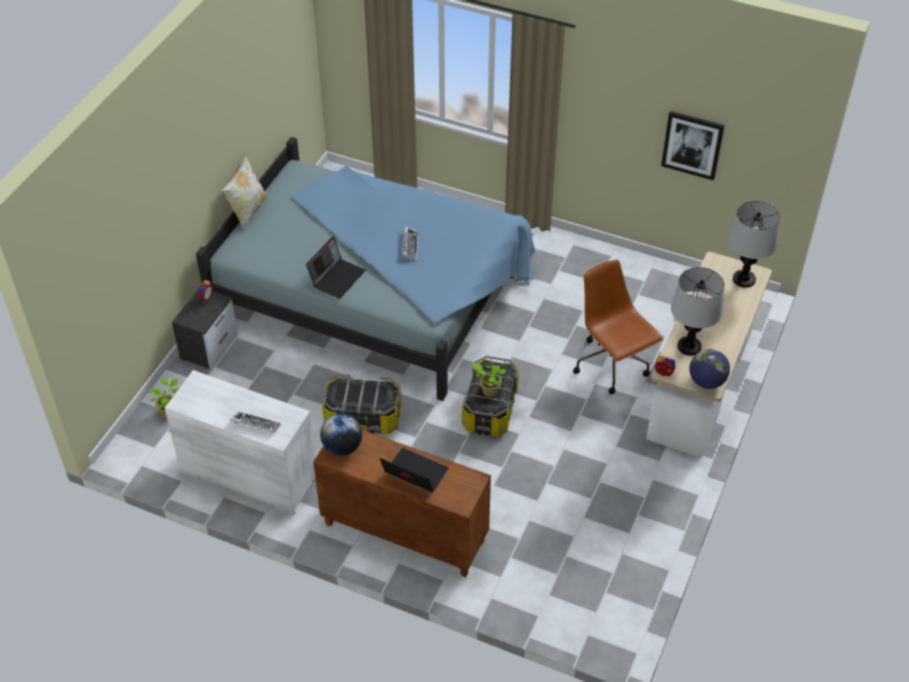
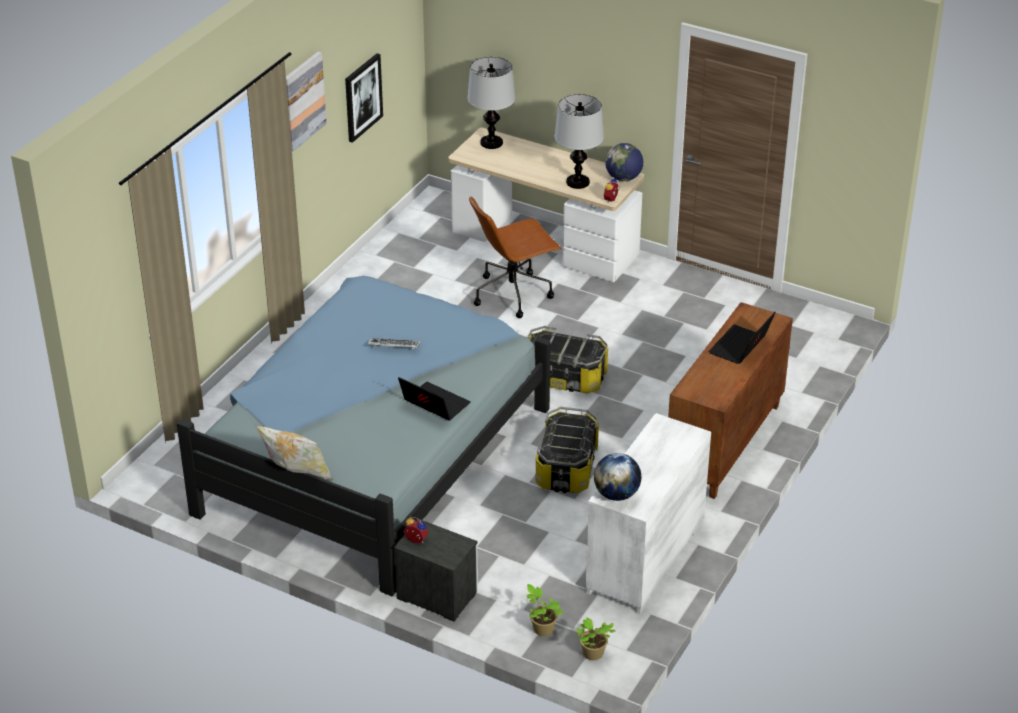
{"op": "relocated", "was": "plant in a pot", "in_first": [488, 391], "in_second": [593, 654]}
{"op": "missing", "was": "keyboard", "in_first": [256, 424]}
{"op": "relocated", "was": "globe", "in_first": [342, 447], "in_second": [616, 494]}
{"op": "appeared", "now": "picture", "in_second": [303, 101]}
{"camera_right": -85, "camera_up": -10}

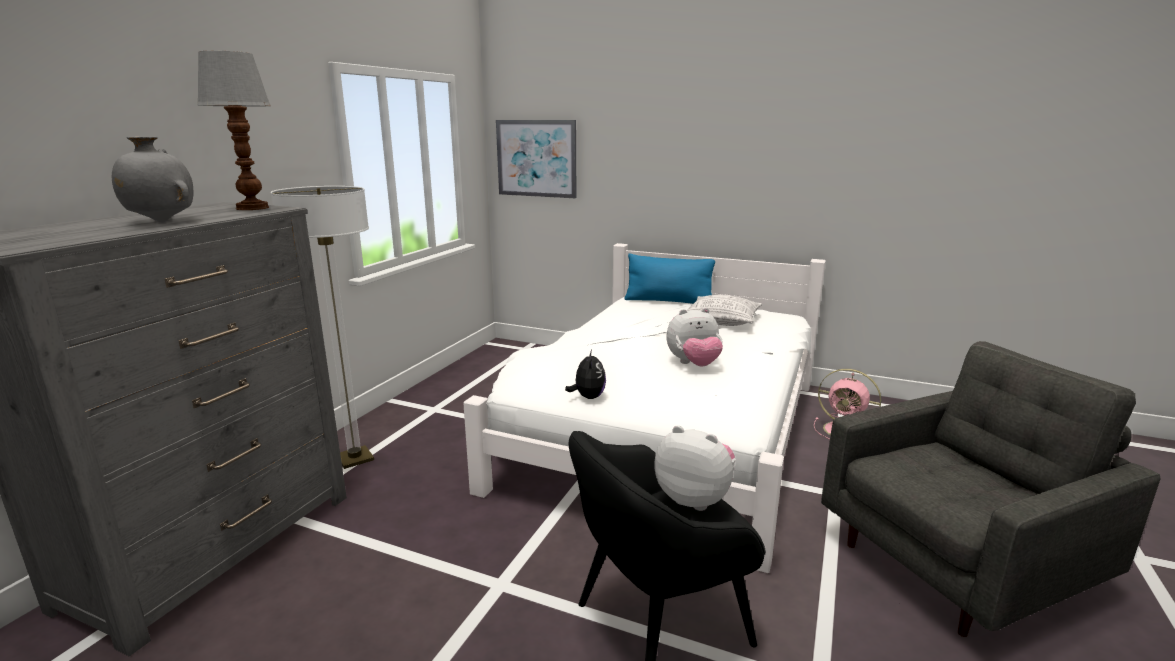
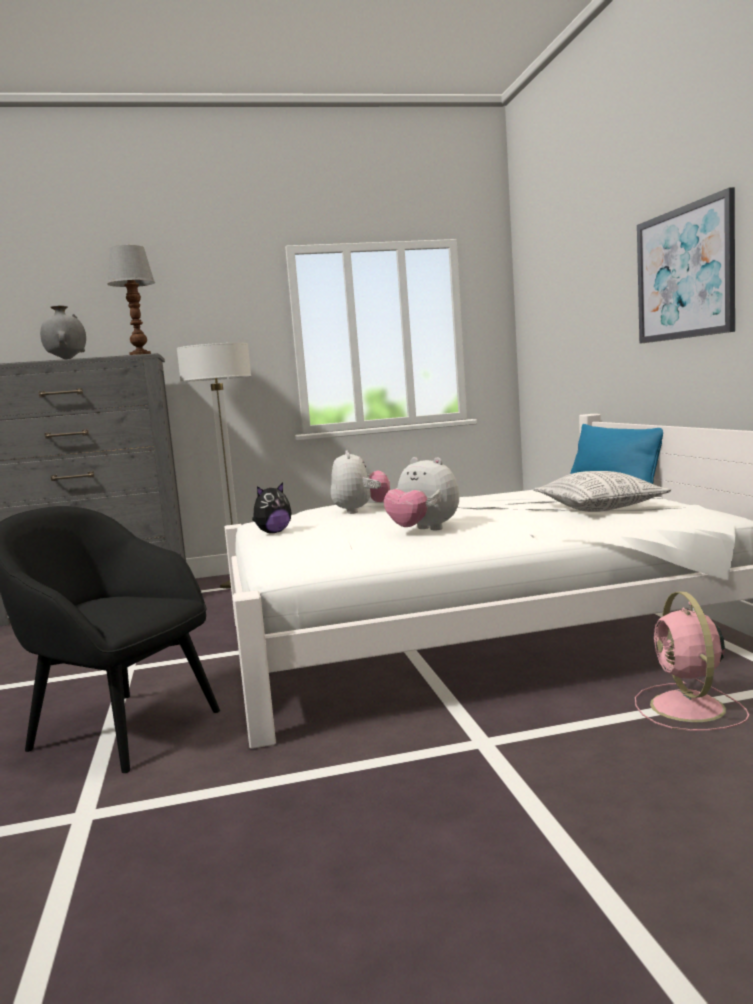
{"op": "relocated", "was": "picture", "in_first": [536, 158], "in_second": [684, 273]}
{"op": "missing", "was": "armchair (grey)", "in_first": [958, 565]}
{"op": "relocated", "was": "cuddly toy", "in_first": [695, 498], "in_second": [360, 511]}
{"camera_right": 55, "camera_up": -10}

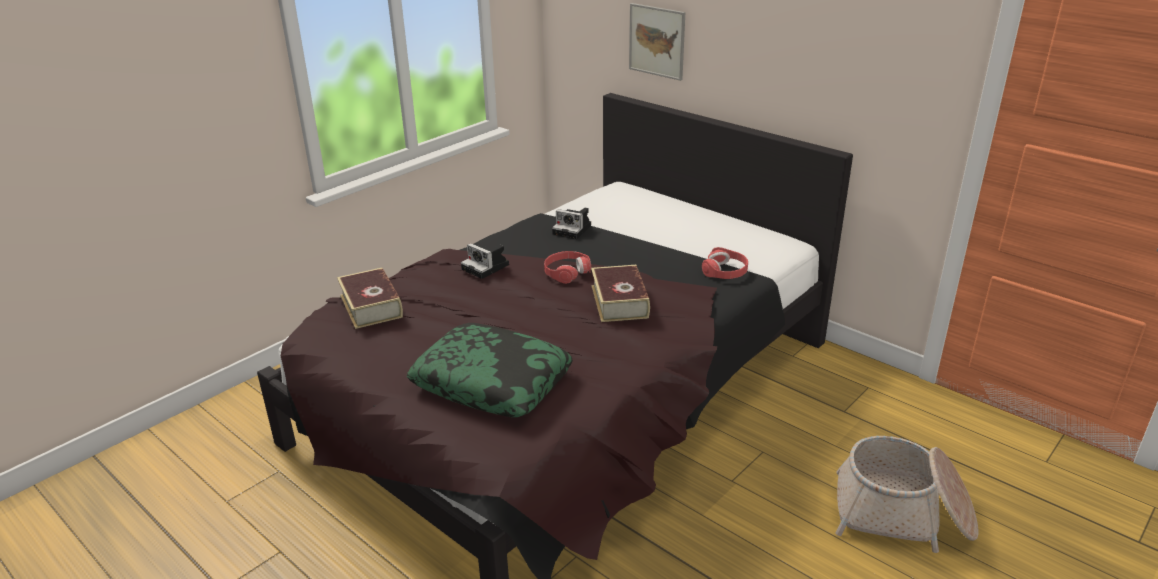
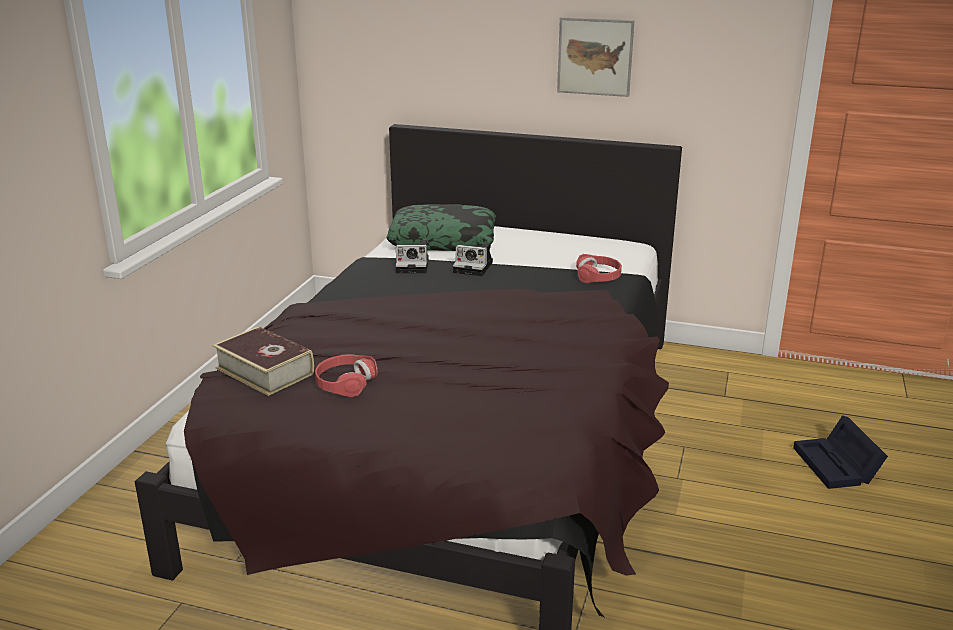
{"op": "relocated", "was": "picture", "in_first": [657, 41], "in_second": [595, 56]}
{"op": "relocated", "was": "still camera", "in_first": [487, 267], "in_second": [475, 267]}
{"op": "relocated", "was": "headset (red)", "in_first": [567, 272], "in_second": [345, 383]}
{"op": "missing", "was": "bound book", "in_first": [619, 301]}
{"op": "relocated", "was": "throw pillow", "in_first": [492, 382], "in_second": [443, 240]}
{"op": "exchanged", "was": "household basket", "now": "storage container (blackish)", "in_first": [902, 514], "in_second": [838, 466]}
{"camera_right": -25, "camera_up": -5}

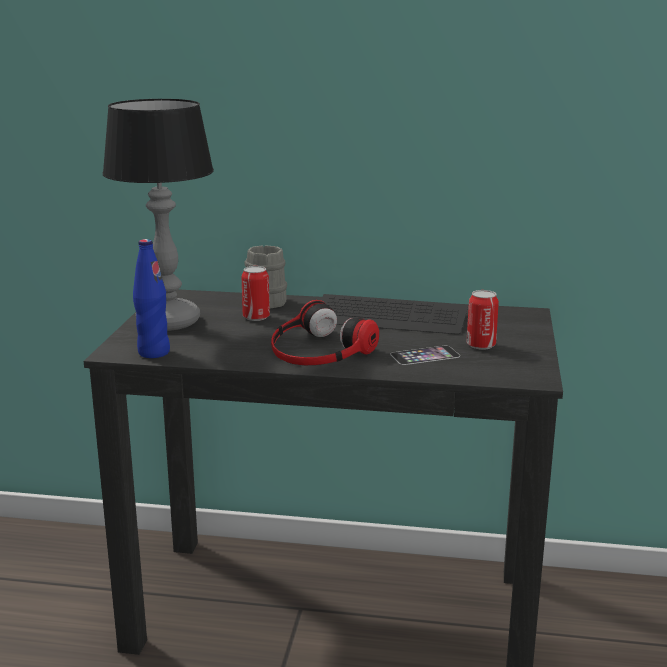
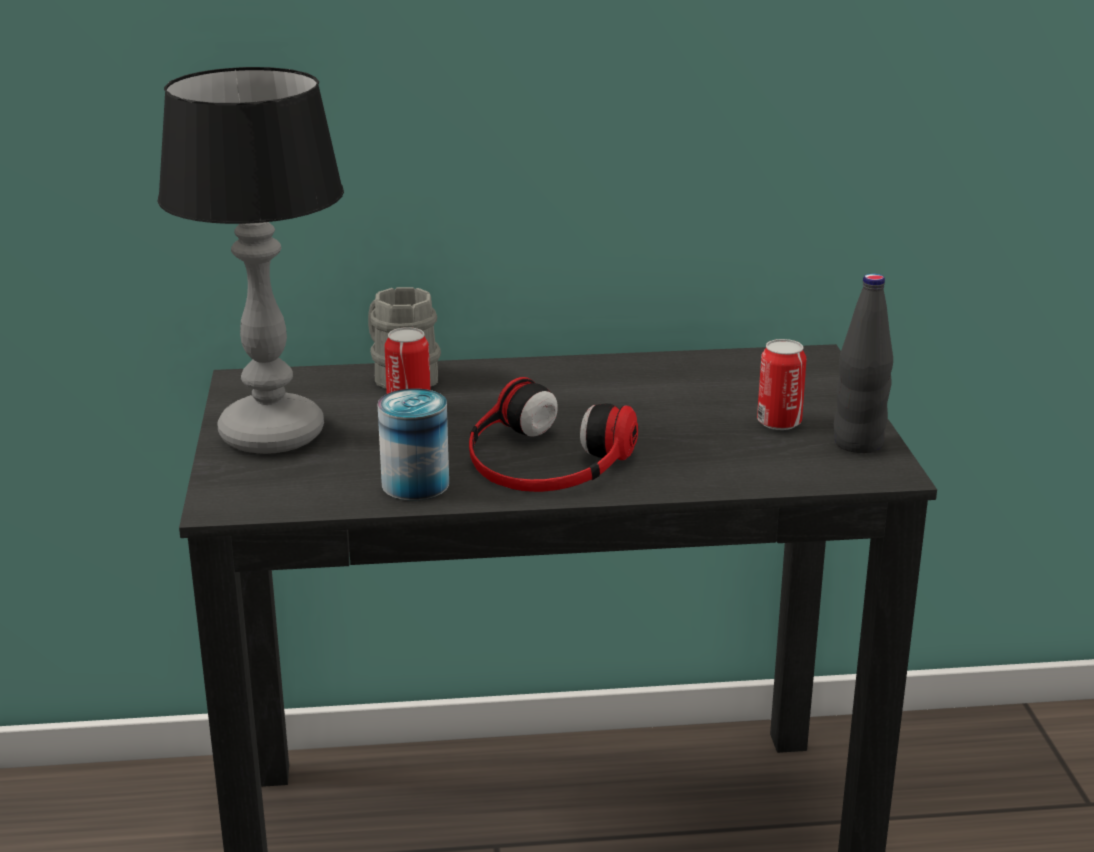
{"op": "missing", "was": "bottle (blue)", "in_first": [153, 352]}
{"op": "missing", "was": "keyboard", "in_first": [390, 318]}
{"op": "missing", "was": "phone", "in_first": [425, 355]}
{"op": "appeared", "now": "bottle (blackish)", "in_second": [858, 443]}
{"op": "appeared", "now": "metal can", "in_second": [415, 484]}
{"camera_right": -15, "camera_up": 5}

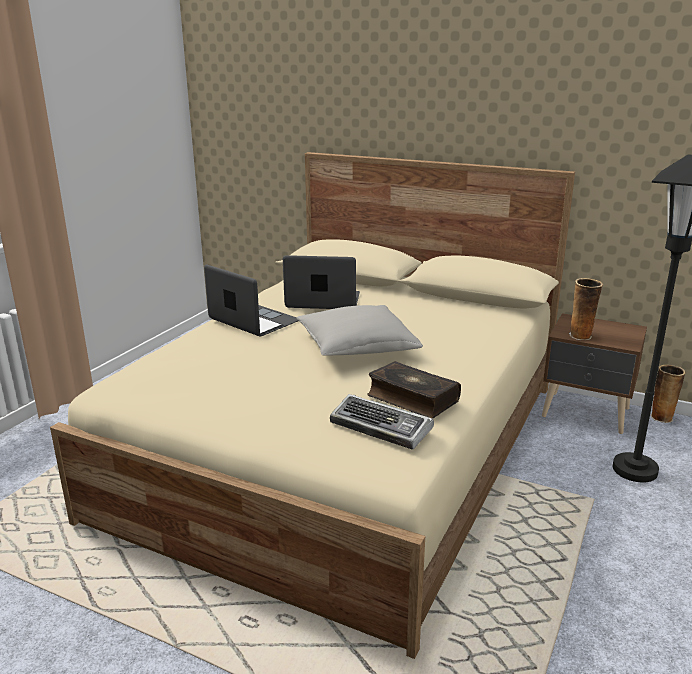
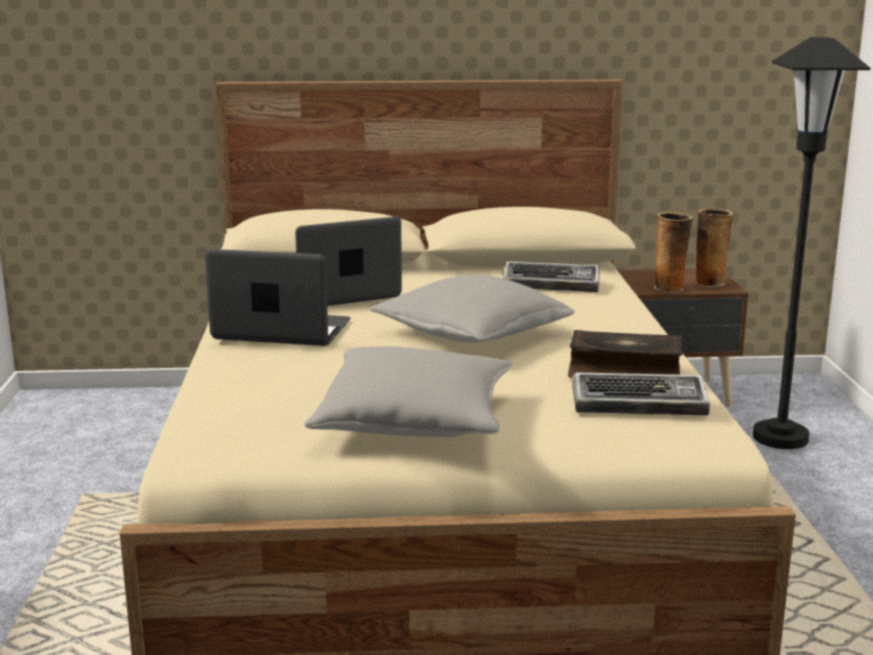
{"op": "relocated", "was": "decorative vase", "in_first": [662, 417], "in_second": [709, 283]}
{"op": "appeared", "now": "keyboard", "in_second": [552, 285]}
{"op": "appeared", "now": "throw pillow (grey)", "in_second": [415, 421]}
{"camera_right": -30, "camera_up": -5}

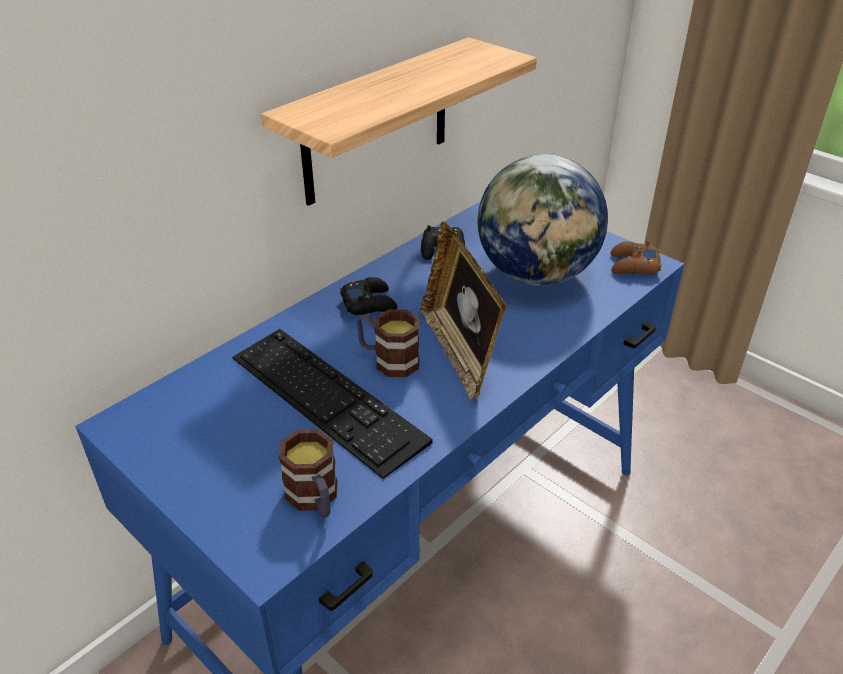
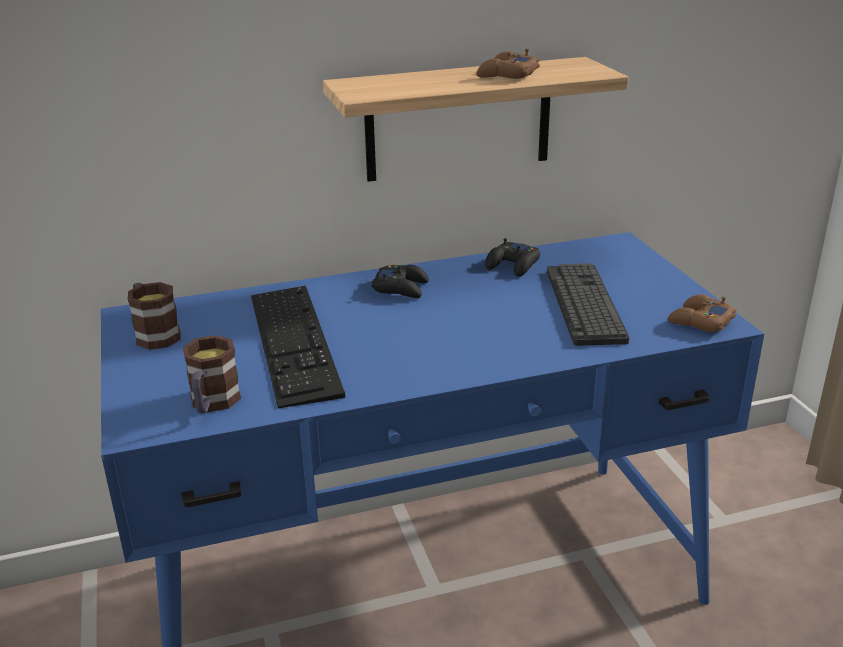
{"op": "exchanged", "was": "globe", "now": "keyboard", "in_first": [536, 274], "in_second": [584, 304]}
{"op": "missing", "was": "standing frame", "in_first": [459, 352]}
{"op": "relocated", "was": "tea mug", "in_first": [388, 360], "in_second": [154, 334]}
{"op": "appeared", "now": "gamepad (brownish)", "in_second": [507, 75]}
{"camera_right": 30, "camera_up": -10}

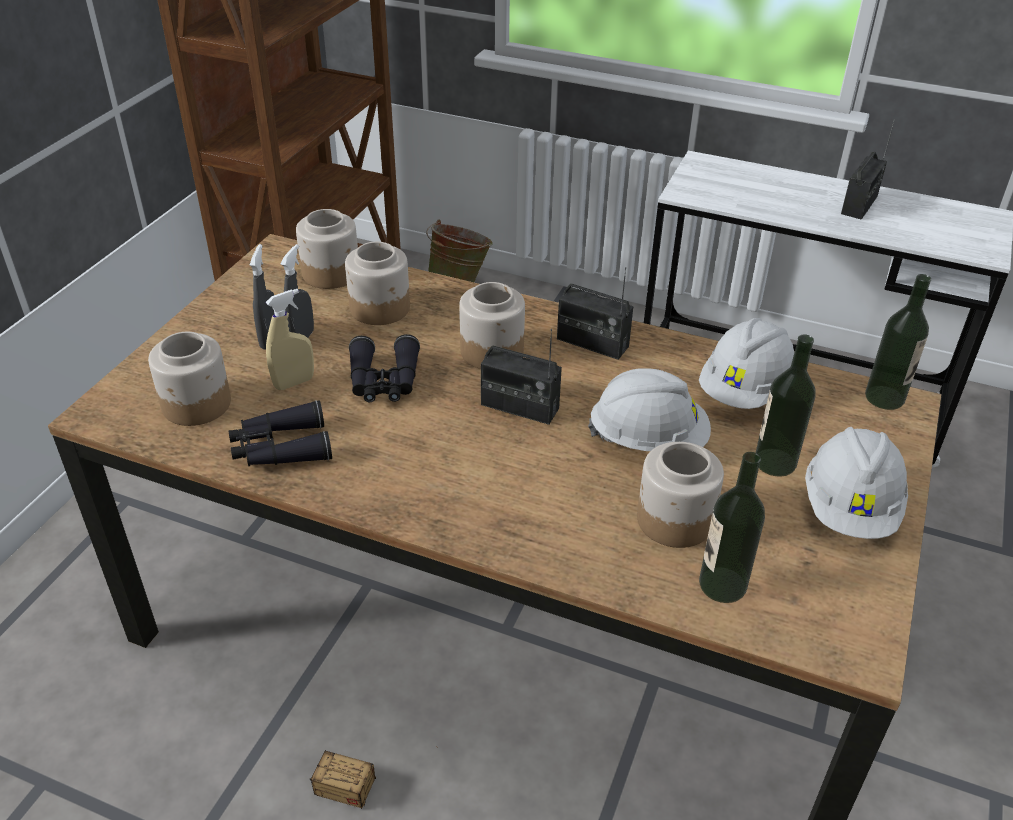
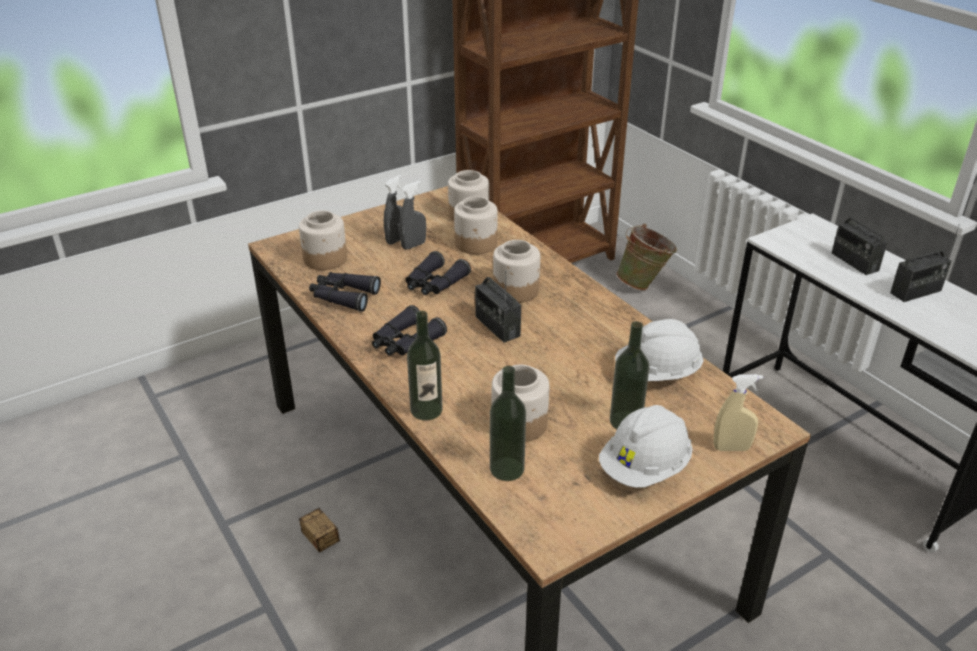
{"op": "relocated", "was": "radio set", "in_first": [592, 343], "in_second": [854, 262]}
{"op": "relocated", "was": "bottle", "in_first": [884, 397], "in_second": [426, 410]}
{"op": "relocated", "was": "hand sprayer (beige)", "in_first": [294, 383], "in_second": [731, 448]}
{"op": "missing", "was": "hard hat (white)", "in_first": [648, 439]}
{"op": "appeared", "now": "binoculars (blackish)", "in_second": [405, 342]}
{"camera_right": 35, "camera_up": -5}

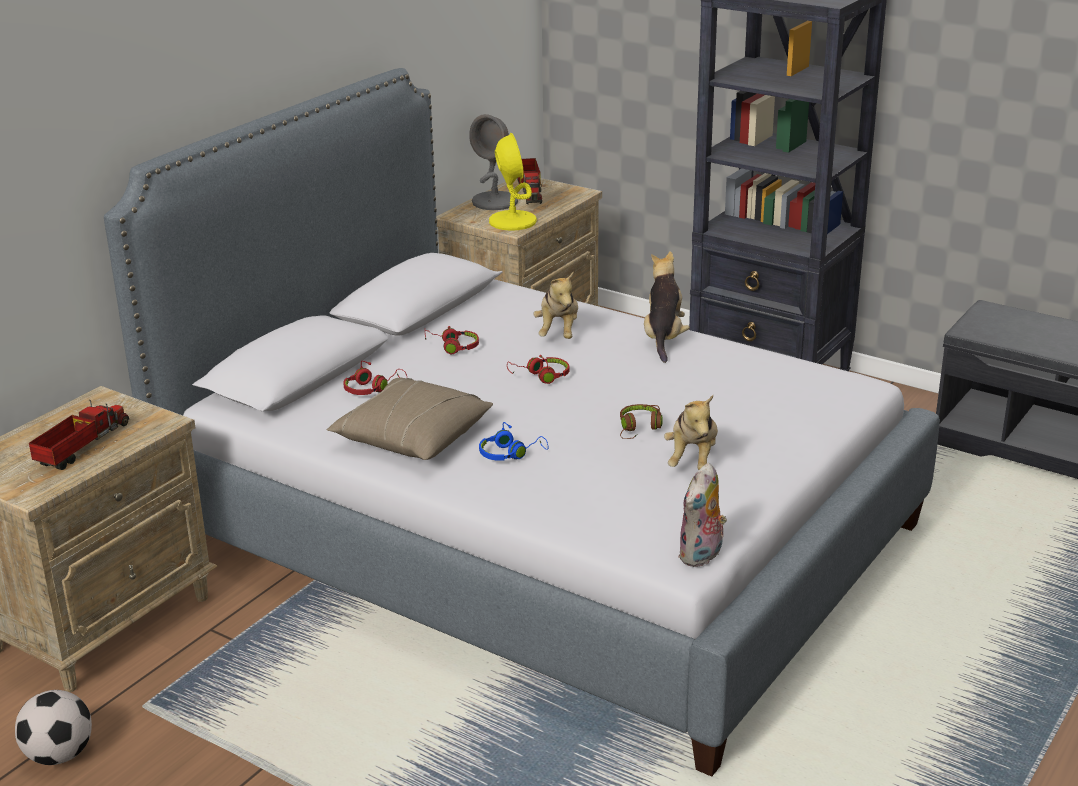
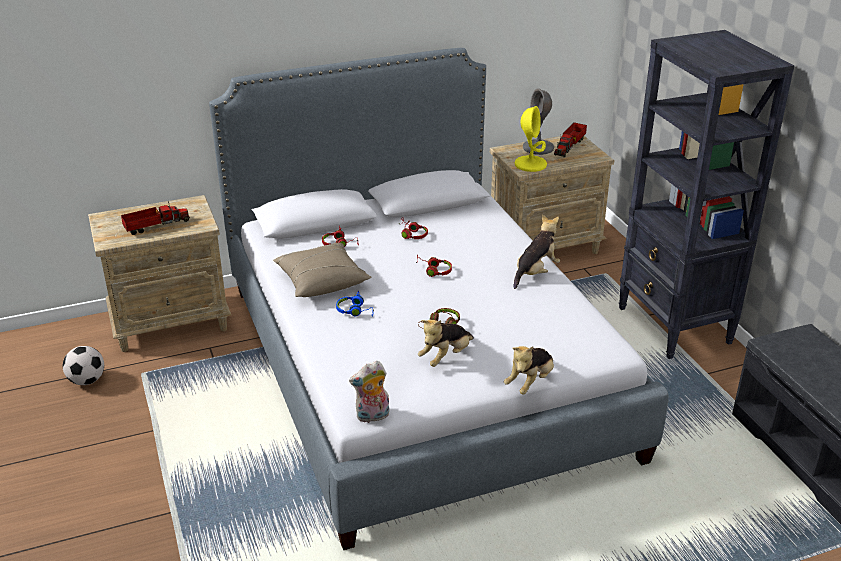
{"op": "relocated", "was": "cuddly toy", "in_first": [558, 332], "in_second": [530, 382]}
{"camera_right": 35, "camera_up": 5}

